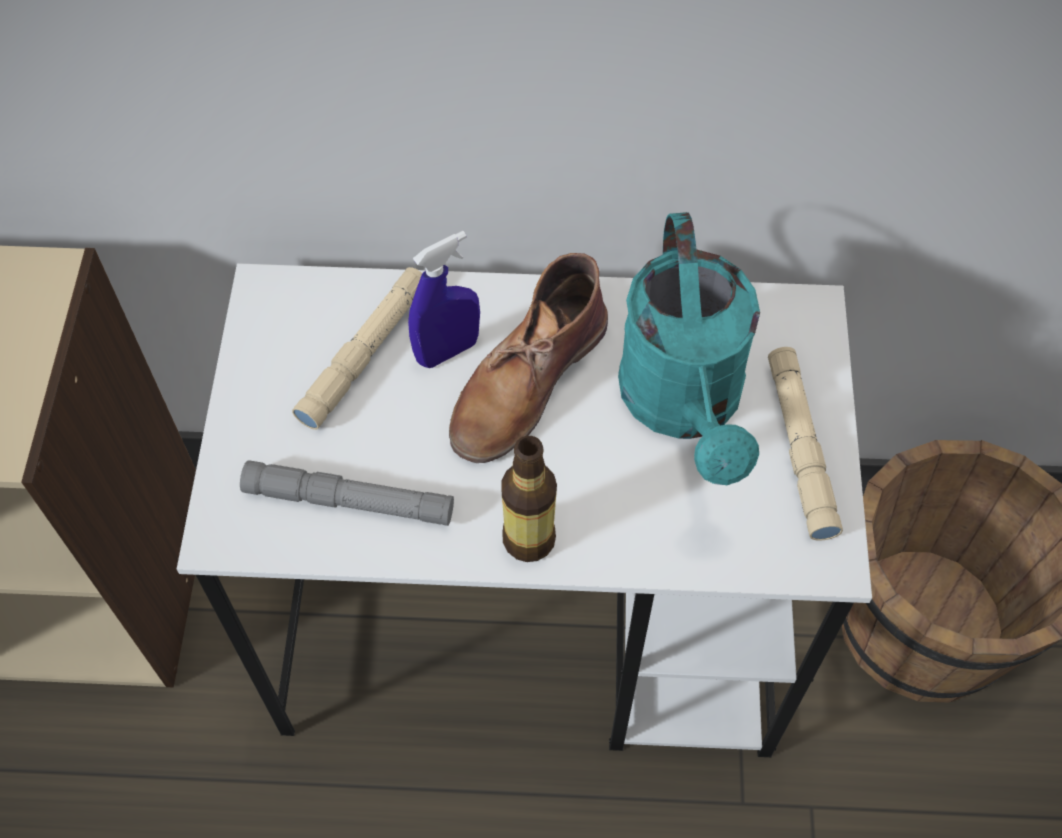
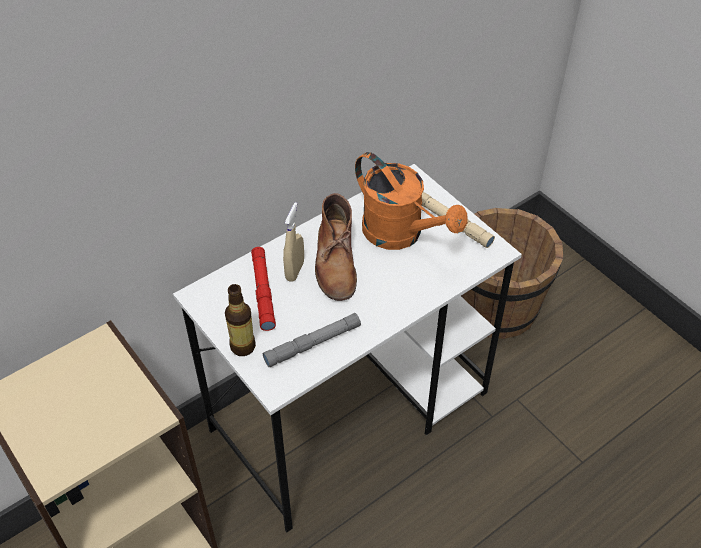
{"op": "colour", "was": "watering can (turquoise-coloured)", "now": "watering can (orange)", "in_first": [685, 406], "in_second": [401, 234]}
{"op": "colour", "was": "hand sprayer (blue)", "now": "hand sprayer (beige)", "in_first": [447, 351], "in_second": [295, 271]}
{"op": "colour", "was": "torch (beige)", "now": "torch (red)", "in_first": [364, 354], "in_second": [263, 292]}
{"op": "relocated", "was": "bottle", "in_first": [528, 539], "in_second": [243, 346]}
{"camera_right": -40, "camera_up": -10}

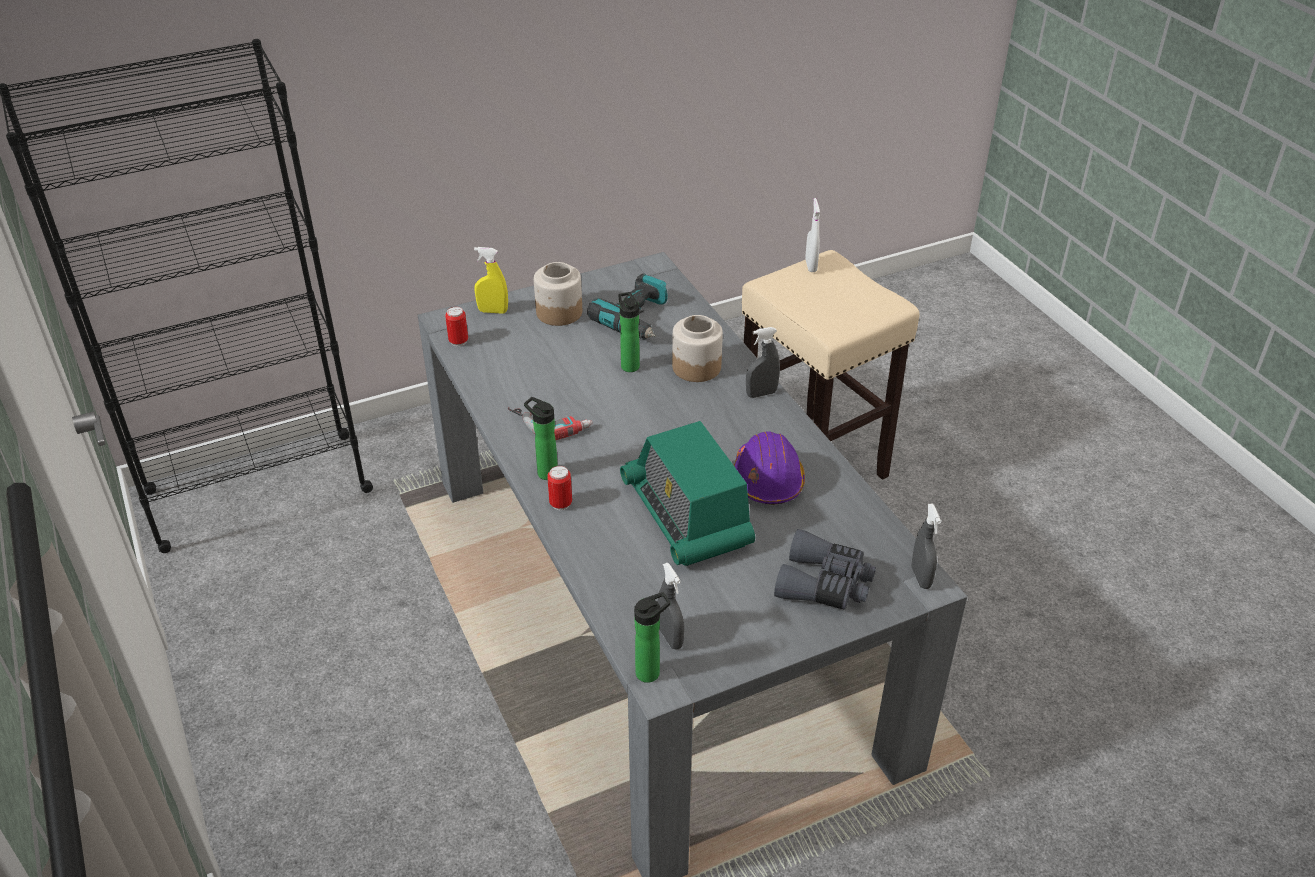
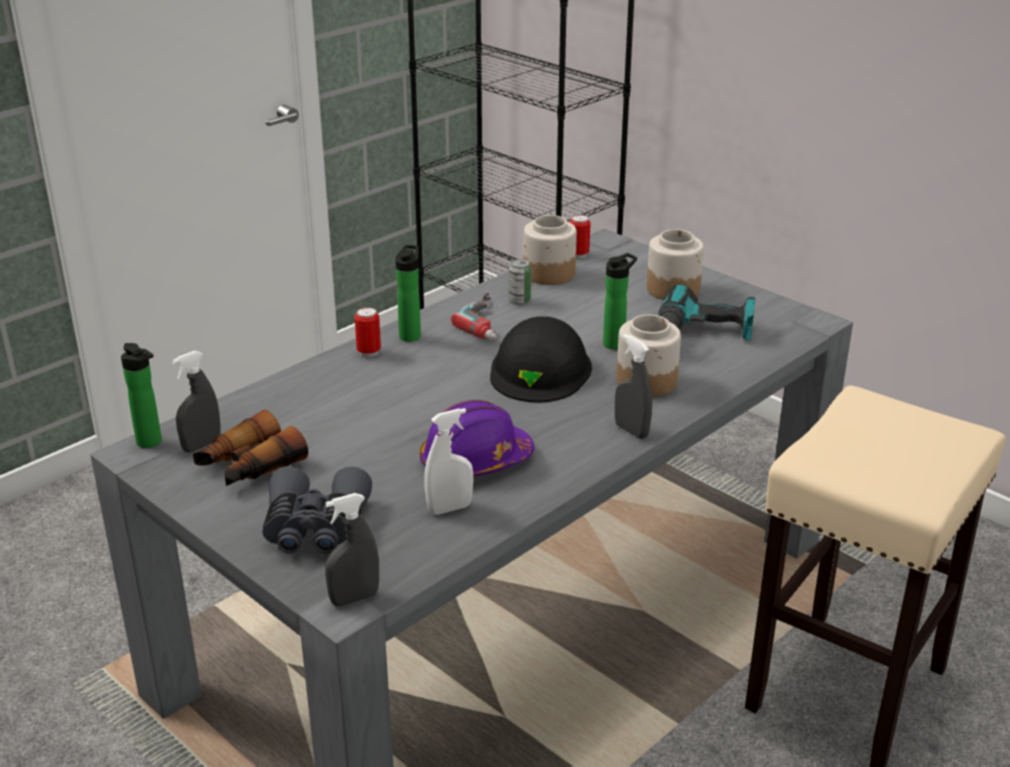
{"op": "relocated", "was": "hand sprayer (white)", "in_first": [811, 266], "in_second": [449, 508]}
{"op": "missing", "was": "hand sprayer (yellow-coloured)", "in_first": [493, 311]}
{"op": "missing", "was": "radio set", "in_first": [687, 515]}
{"op": "appeared", "now": "preserve jar", "in_second": [548, 274]}
{"op": "appeared", "now": "metal can", "in_second": [519, 300]}
{"op": "appeared", "now": "hard hat (blackish)", "in_second": [540, 370]}
{"op": "appeared", "now": "binoculars", "in_second": [249, 466]}
{"camera_right": 70, "camera_up": -10}

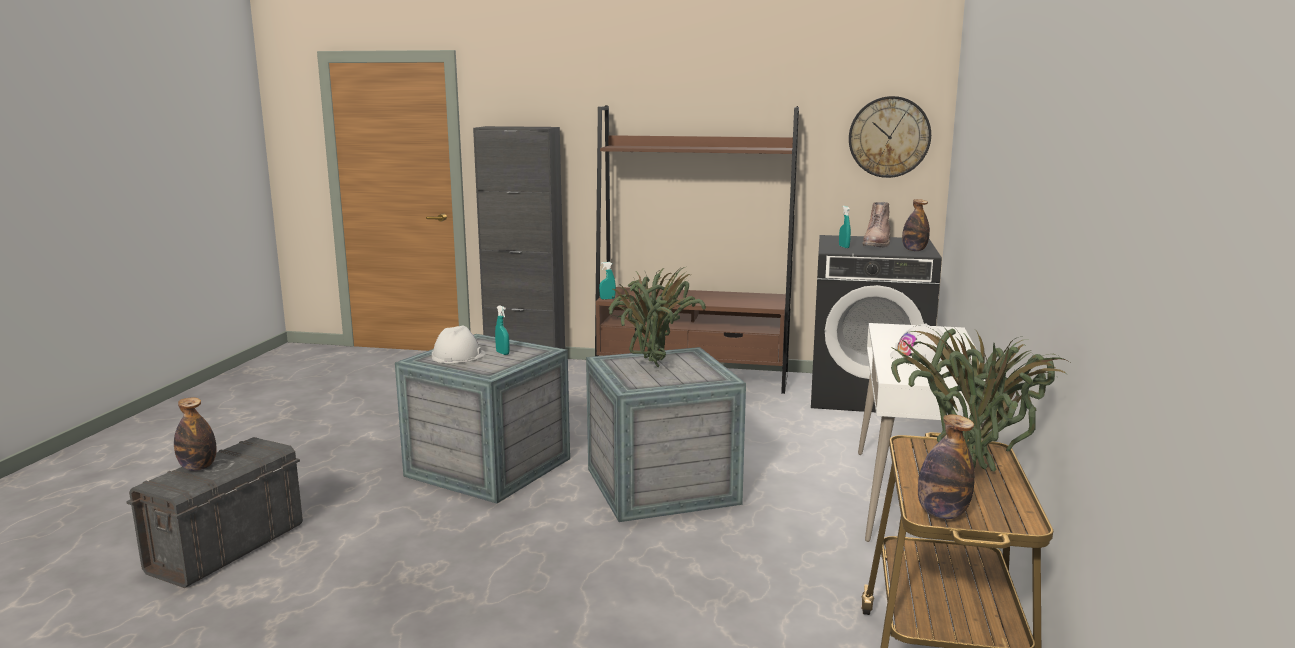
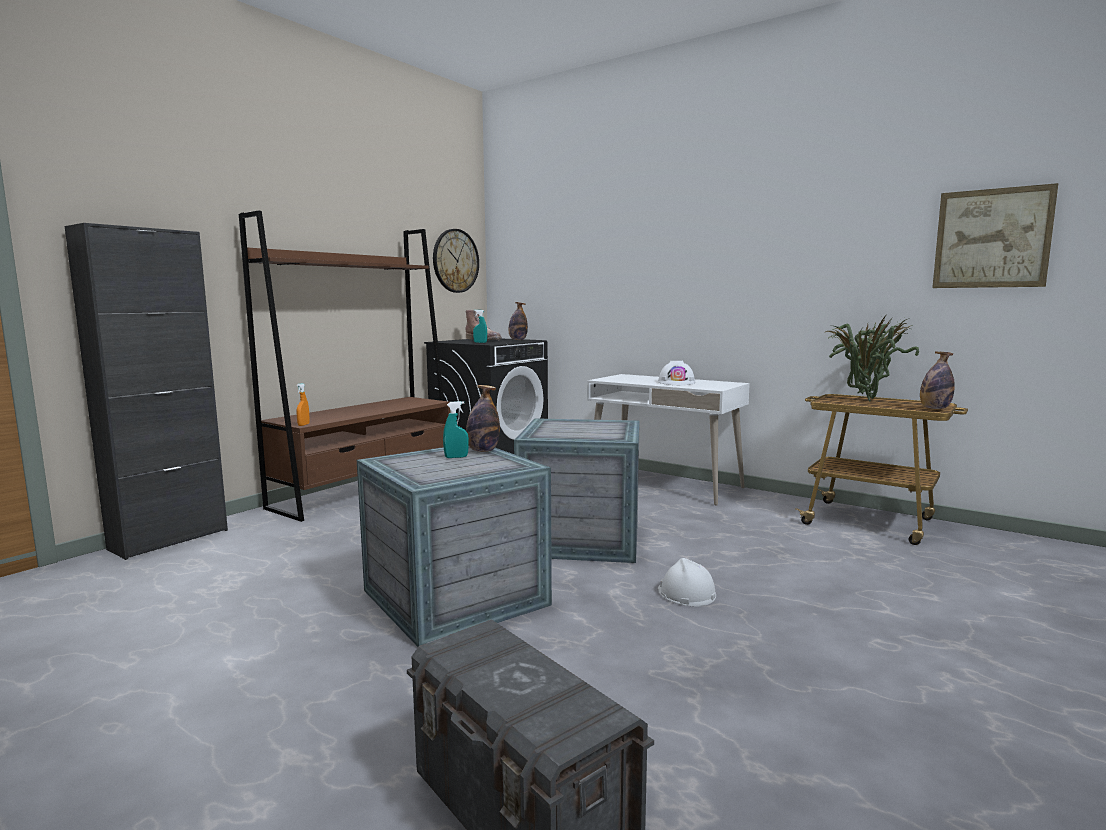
{"op": "colour", "was": "hand sprayer (turquoise-coloured)", "now": "hand sprayer (orange)", "in_first": [607, 299], "in_second": [303, 425]}
{"op": "missing", "was": "plant in a pot", "in_first": [651, 368]}
{"op": "relocated", "was": "hard hat (white)", "in_first": [458, 356], "in_second": [686, 593]}
{"op": "relocated", "was": "bottle", "in_first": [198, 467], "in_second": [482, 451]}
{"op": "appeared", "now": "picture", "in_second": [992, 238]}
{"camera_right": -65, "camera_up": -5}

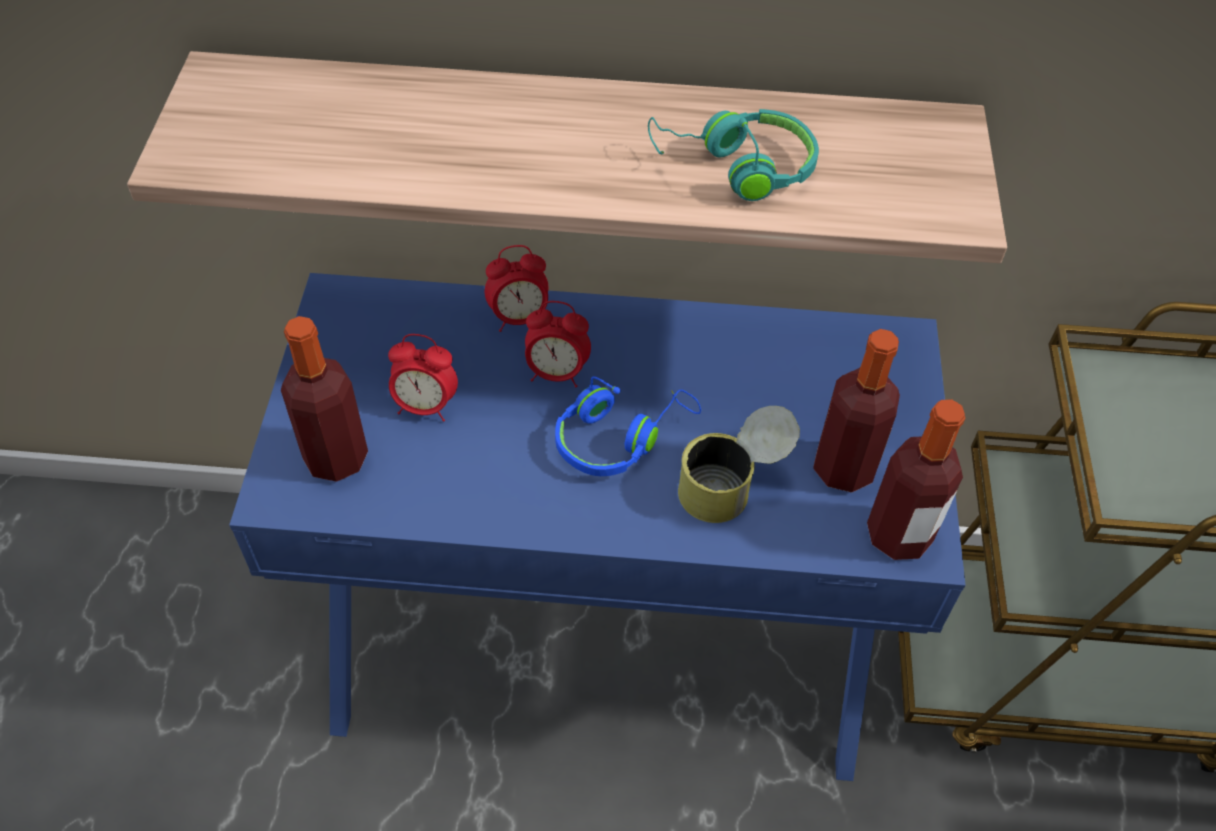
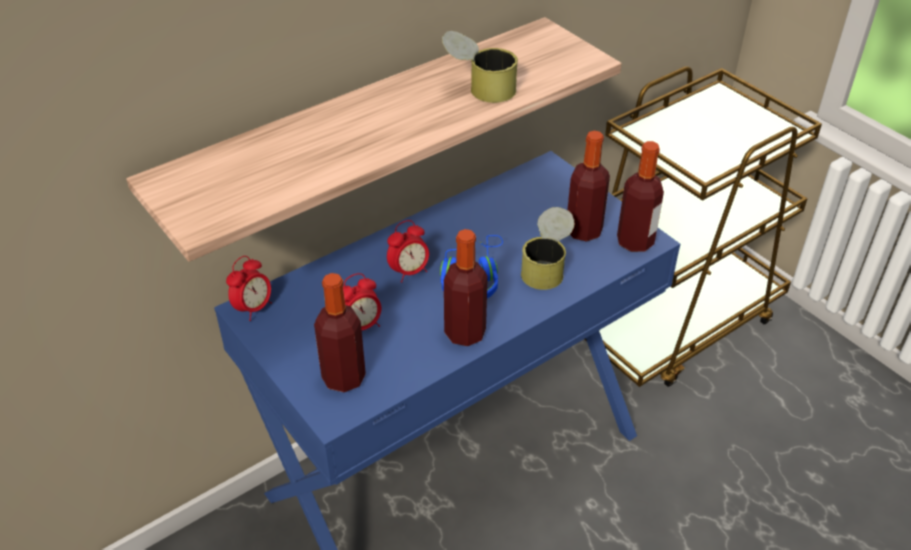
{"op": "exchanged", "was": "headset (turquoise-coloured)", "now": "metal can", "in_first": [736, 167], "in_second": [479, 88]}
{"op": "relocated", "was": "table clock", "in_first": [519, 318], "in_second": [253, 308]}
{"op": "appeared", "now": "bottle", "in_second": [465, 333]}
{"camera_right": -40, "camera_up": -10}

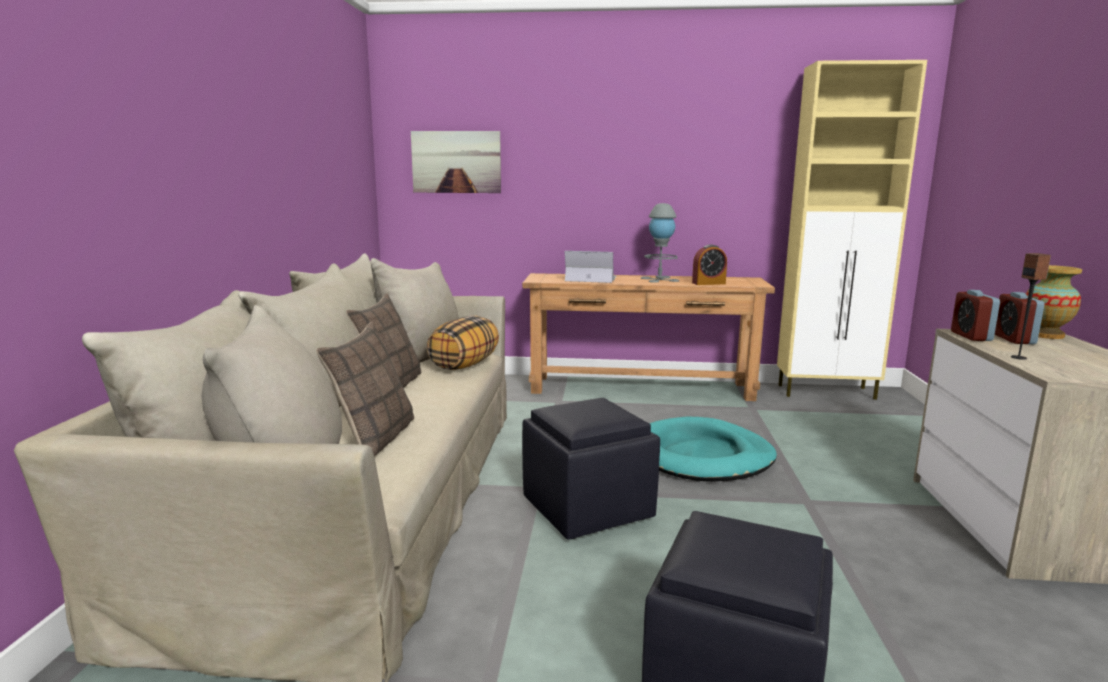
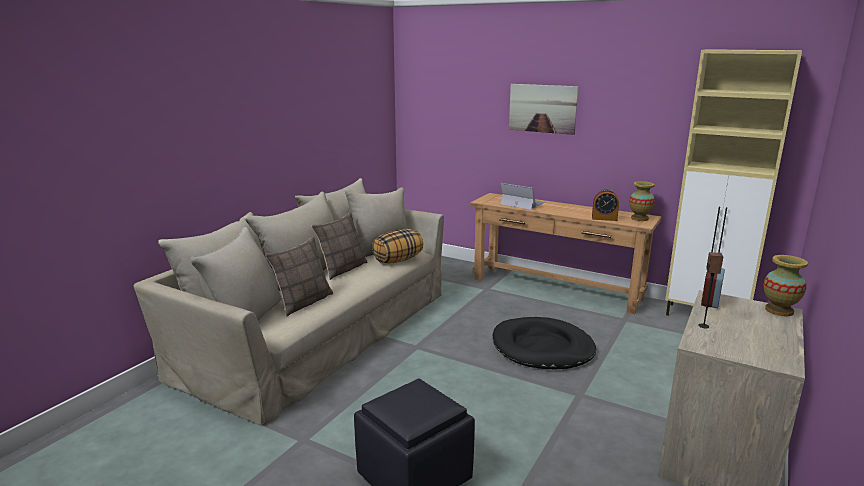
{"op": "relocated", "was": "picture", "in_first": [456, 162], "in_second": [542, 108]}
{"op": "missing", "was": "tabletop lamp (grey)", "in_first": [659, 279]}
{"op": "missing", "was": "table clock", "in_first": [1014, 339]}
{"op": "missing", "was": "footrest (blackish)", "in_first": [587, 508]}
{"op": "colour", "was": "pet bed (turquoise-coloured)", "now": "pet bed (blackish)", "in_first": [701, 456], "in_second": [542, 348]}
{"op": "appeared", "now": "decorative vase", "in_second": [639, 218]}
{"camera_right": 25, "camera_up": 5}

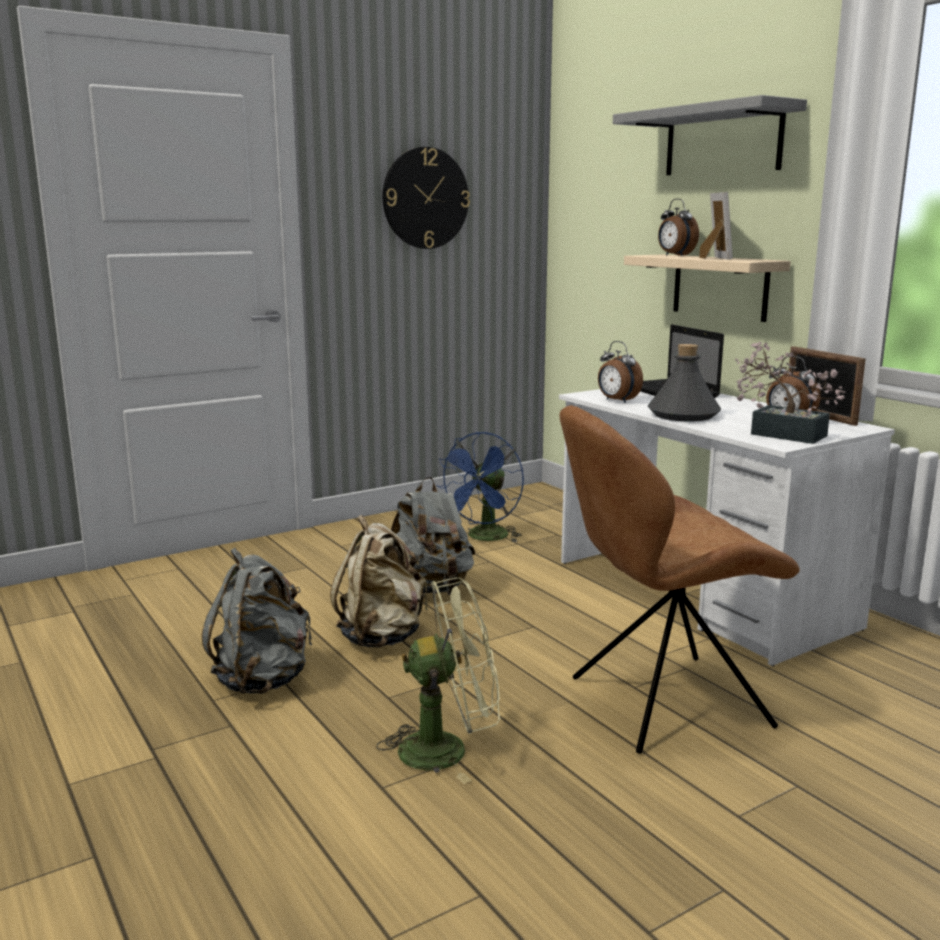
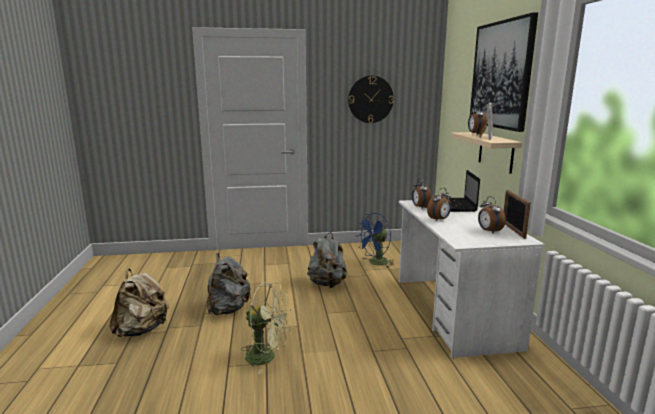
{"op": "exchanged", "was": "shelf (grey)", "now": "picture", "in_first": [722, 141], "in_second": [501, 75]}
{"op": "missing", "was": "plant in a pot", "in_first": [780, 433]}
{"op": "exchanged", "was": "bottle (grey)", "now": "table clock", "in_first": [683, 415], "in_second": [439, 219]}
{"op": "missing", "was": "upright chair (brownish)", "in_first": [662, 703]}
{"op": "relocated", "was": "rucksack (beige)", "in_first": [382, 637], "in_second": [142, 330]}
{"camera_right": 25, "camera_up": 0}

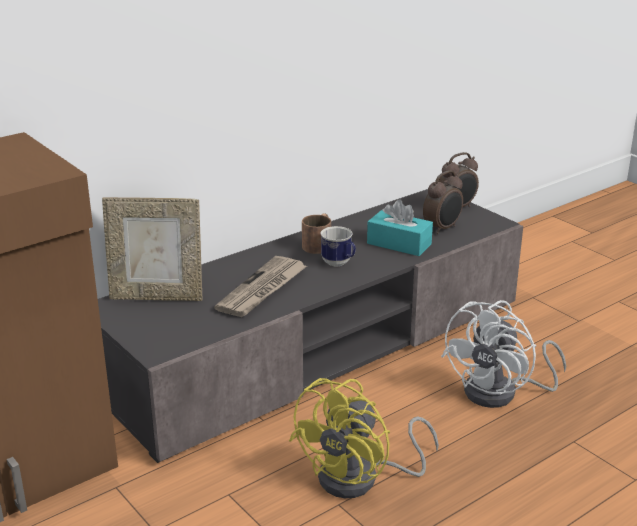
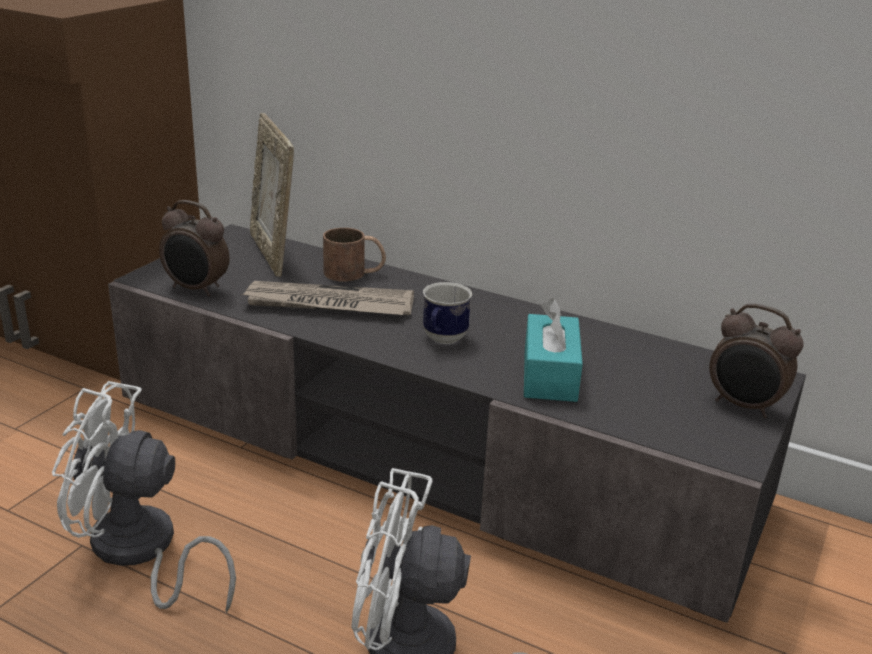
{"op": "relocated", "was": "table clock", "in_first": [442, 228], "in_second": [196, 289]}
{"op": "relocated", "was": "tea mug (brownish)", "in_first": [319, 244], "in_second": [354, 273]}
{"op": "colour", "was": "fan (yellow-coloured)", "now": "fan (white)", "in_first": [361, 479], "in_second": [139, 553]}
{"camera_right": 65, "camera_up": 0}

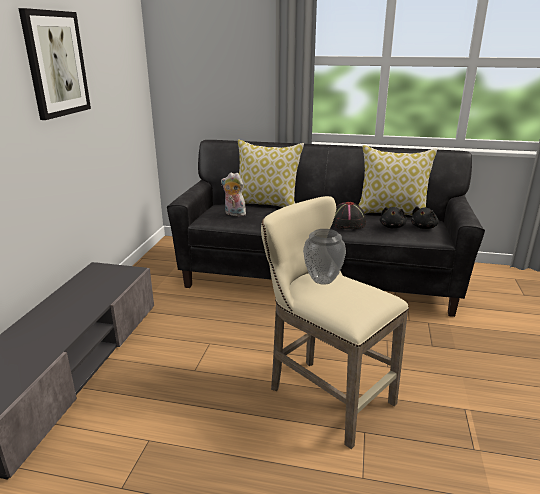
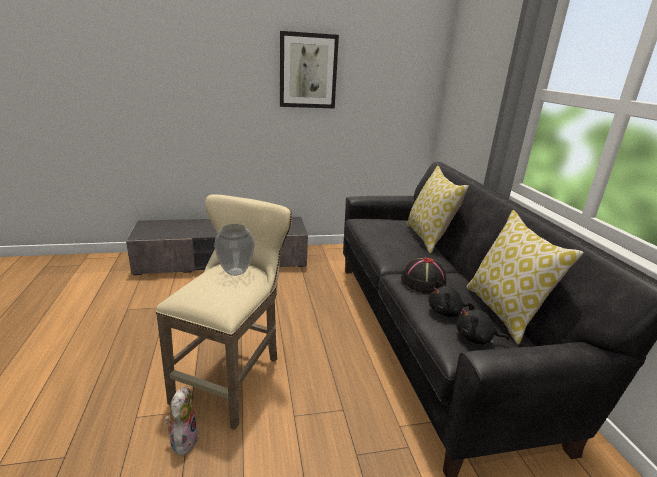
{"op": "relocated", "was": "cuddly toy", "in_first": [234, 214], "in_second": [183, 440]}
{"camera_right": 65, "camera_up": 0}

